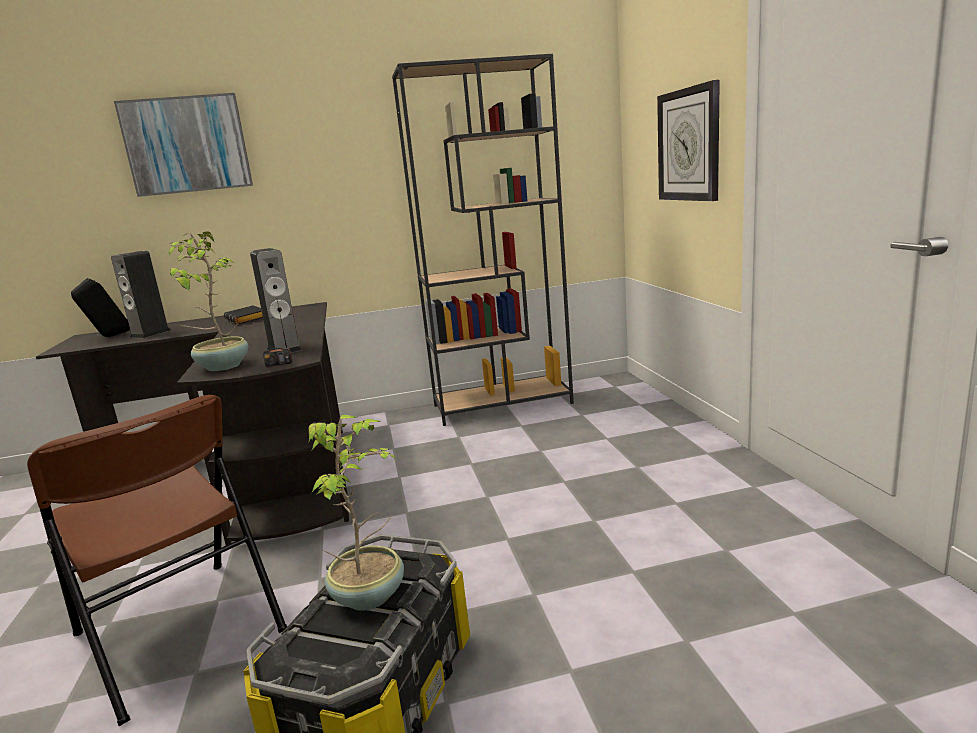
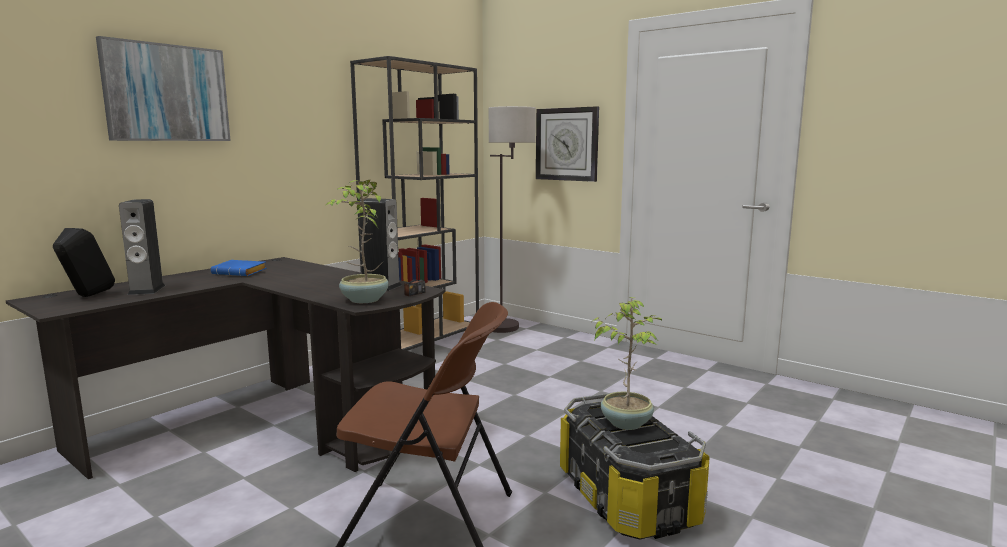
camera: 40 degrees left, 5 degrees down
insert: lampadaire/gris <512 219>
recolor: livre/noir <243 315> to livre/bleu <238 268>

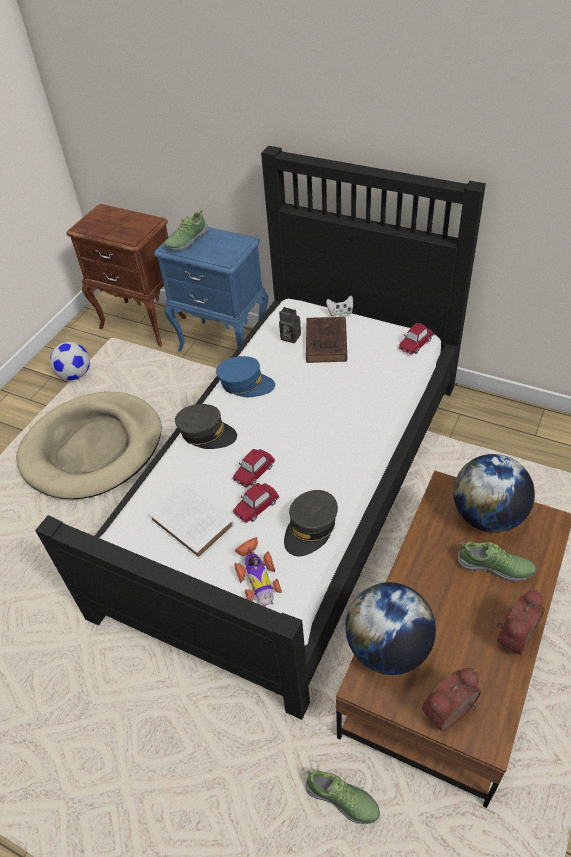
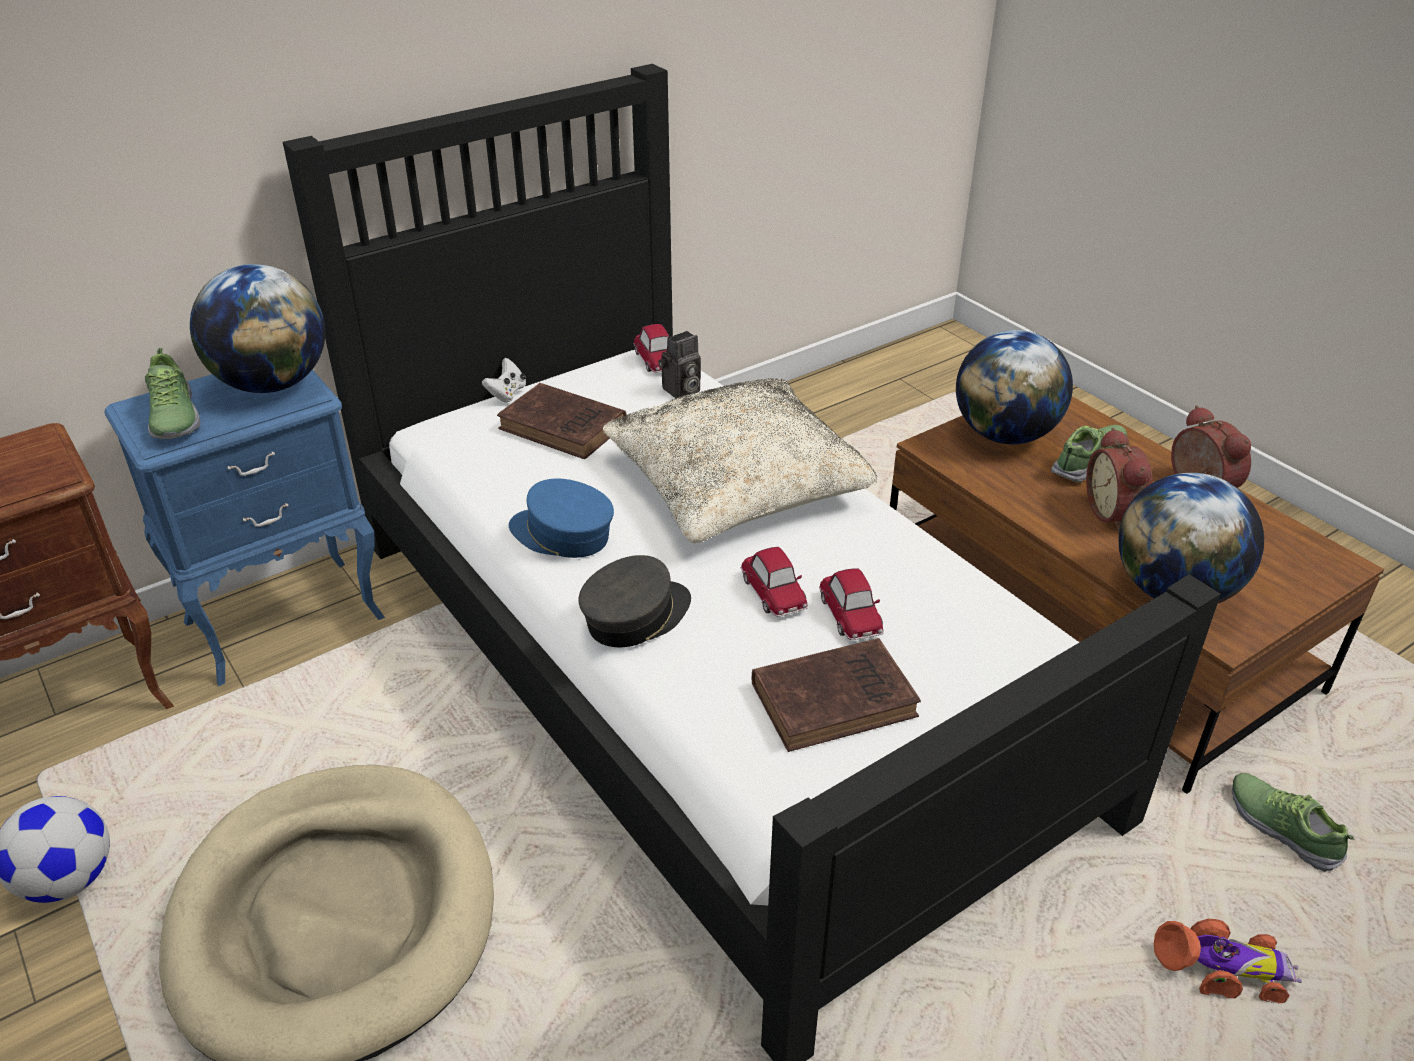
camera: 65 degrees left, 10 degrees down
delete: casquette/gris <311 523>
insert: globe <257 328>; coussin/beige <740 460>
move: appareil photo <290 325> to <679 364>; réveil <451 700> to <1119 479>; petite voiture <258 572> to <1228 961>
recolor: livre/blanc <191 522> to livre/marron <836 695>
rotate: casquette/bleu <245 376> = <561 518> 105 degrees counterclockwise; chaussure <343 797> = <1293 822> 90 degrees counterclockwise

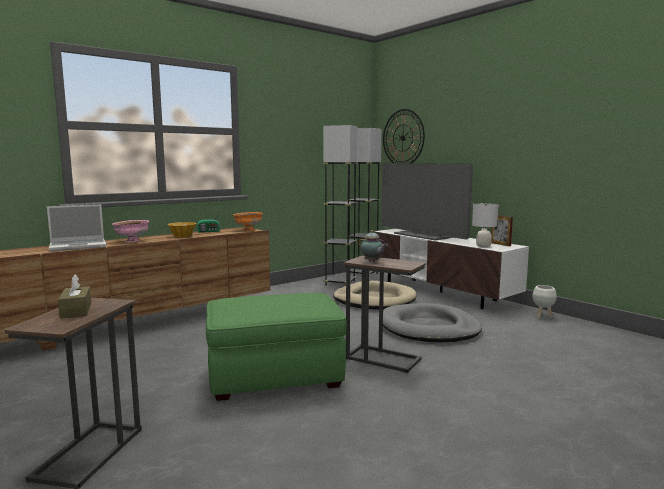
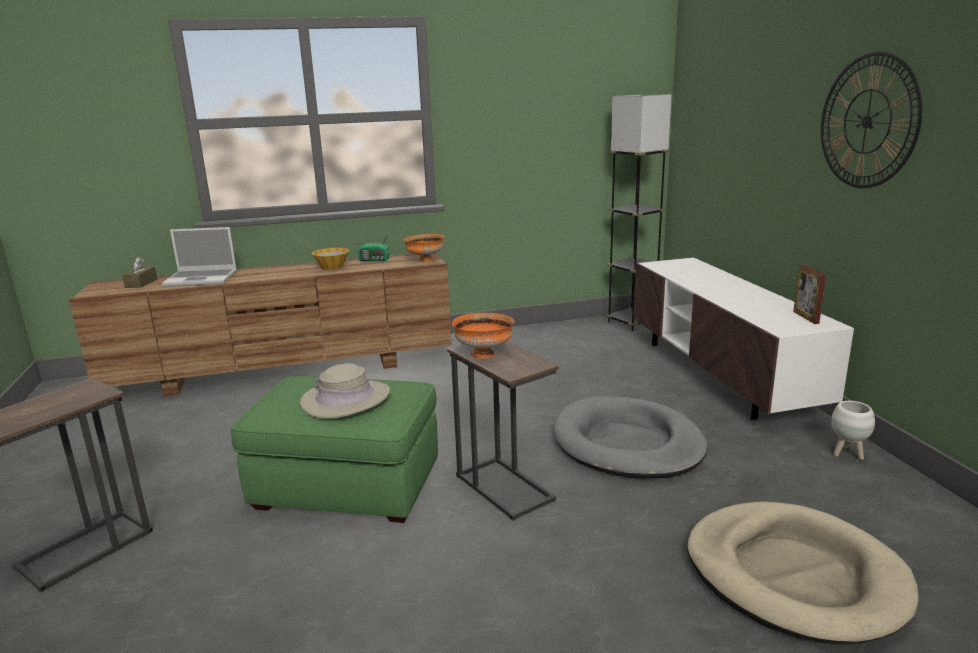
camera: 25 degrees right, 10 degrees up
delete: bol/rose <130 231>; lampadaire/gris <340 205>; téléviseur <427 201>; lampe de table/gris <485 225>
insert: chapeau/beige <345 391>
move: boîte à mouchoirs/marron <74 296> to <139 272>; panier pour chien/beige <375 295> to <803 573>; horloge murale <404 136> to <872 120>
replace: théière <373 246> to bol/orange <483 336>

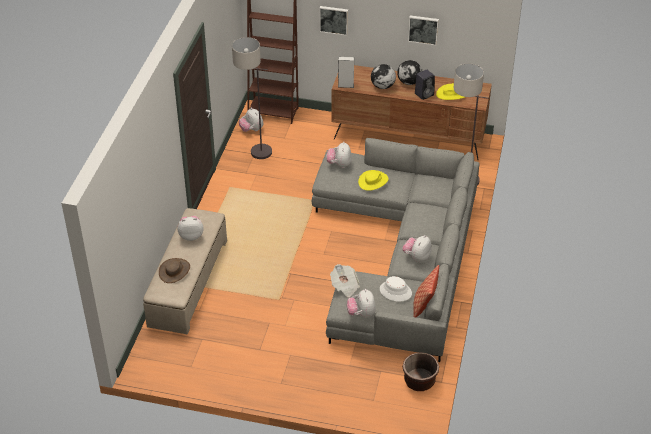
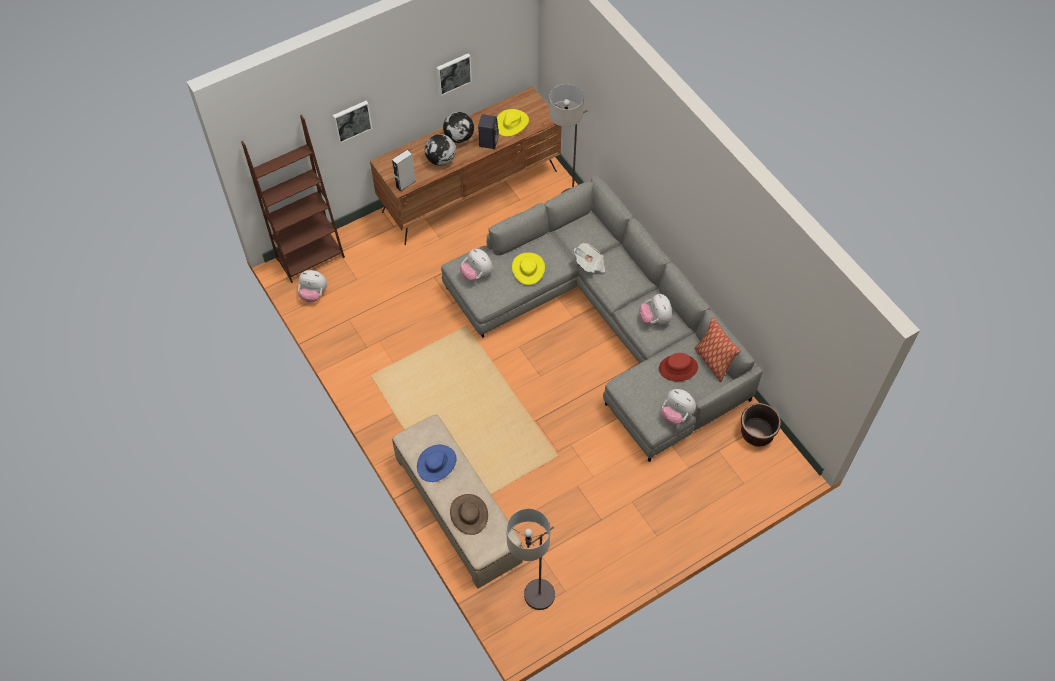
camera: 45 degrees left, 15 degrees up
move: lampadaire/gris <252 98> to <530 559>; journal <345 280> to <589 258>
replace: peluche <190 228> to chapeau/bleu <437 463>
recolor: chapeau/blanc <396 289> to chapeau/rouge <678 367>

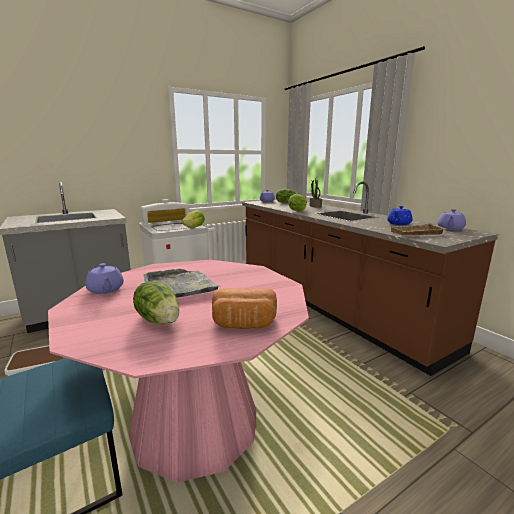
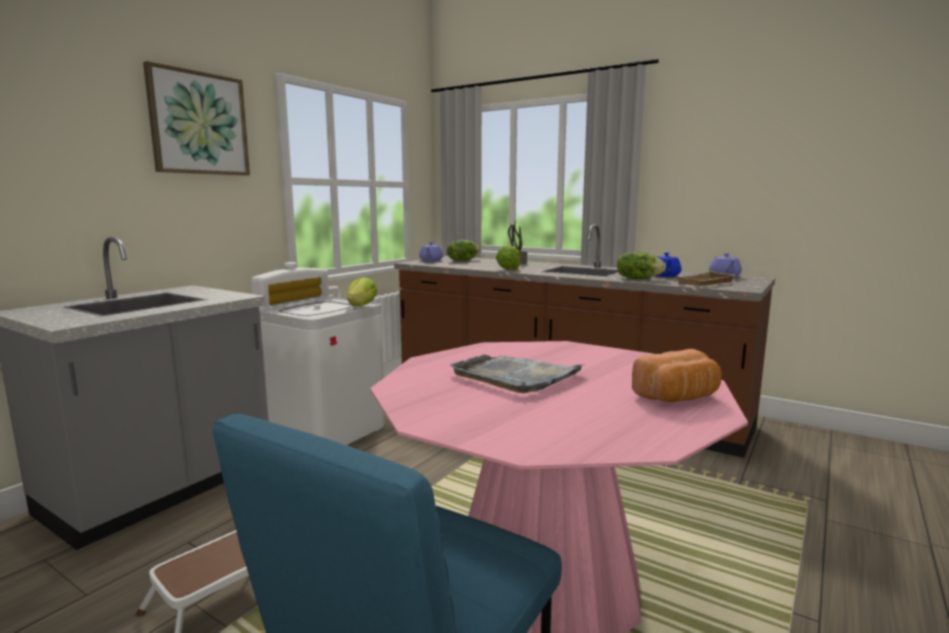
camera: 25 degrees left, 5 degrees down
delete: théière/violet <104 278>
insert: tableau <196 118>
move: laitue <156 302> to <641 265>

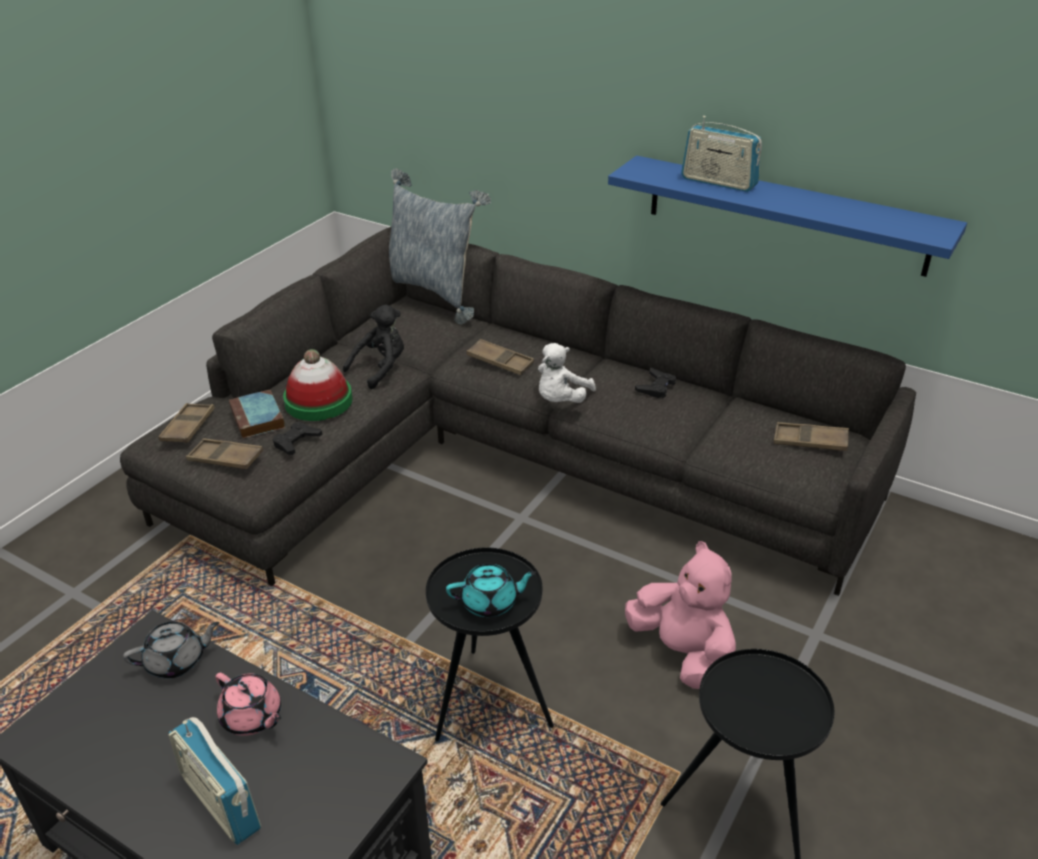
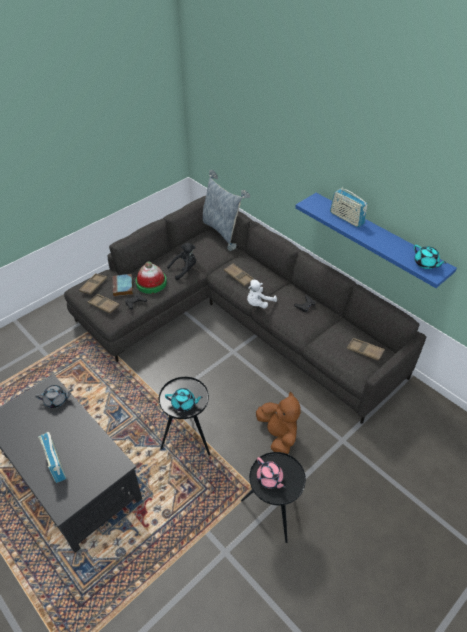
camera: 15 degrees right, 10 degrees up
insert: théière/turquoise <430 257>
move: théière/rose <248 704> to <271 473>
recolor: peluche/rose <680 615> to peluche/marron <278 422>

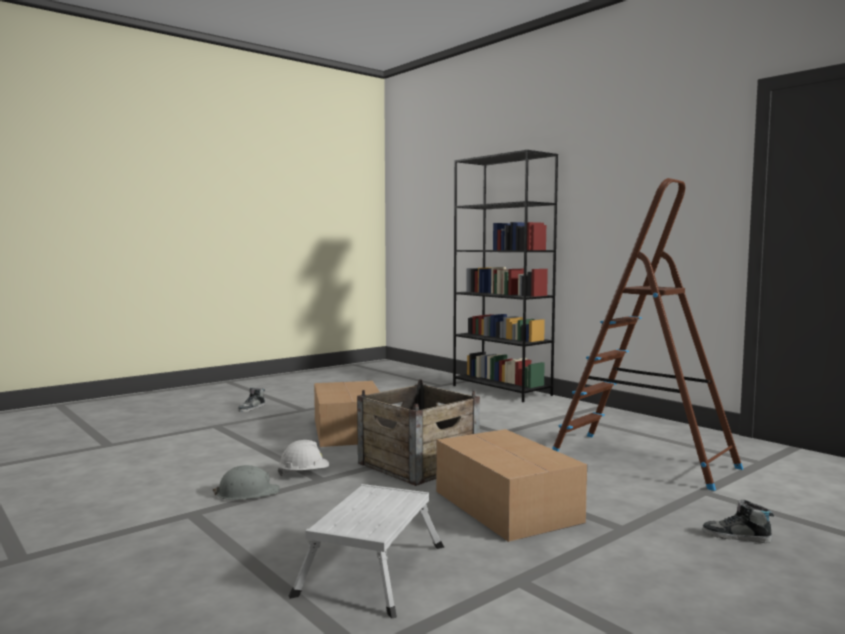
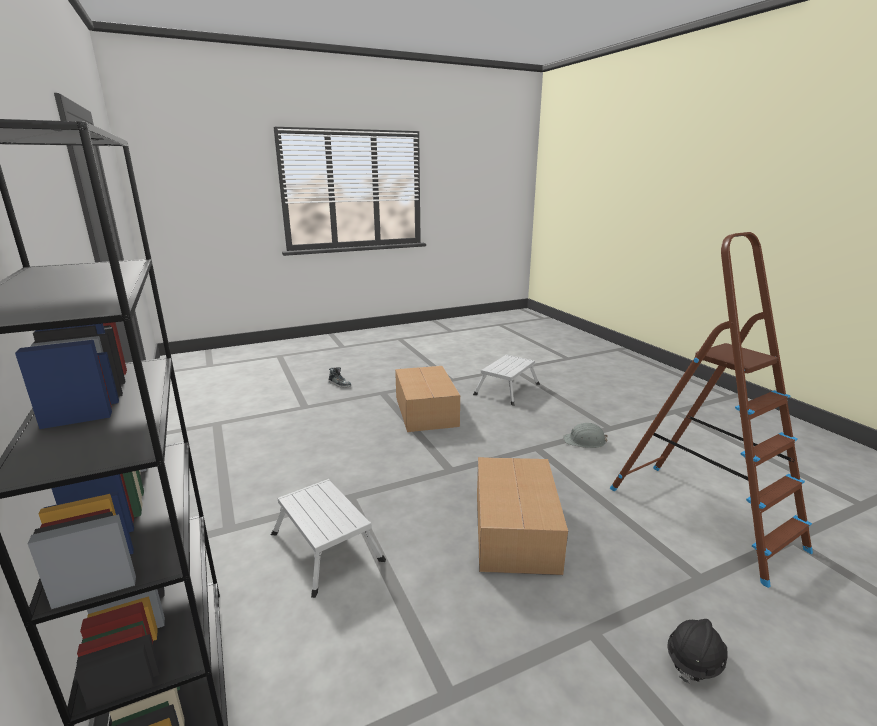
camera: 165 degrees left, 15 degrees up
delete: casque de chantier/blanc <303 458>; caisse <418 432>
insert: escabeau/blanc <328 538>
move: escabeau/marron <647 334> to <711 410>
replace: chaussure <251 400> to casque de chantier/noir <697 651>

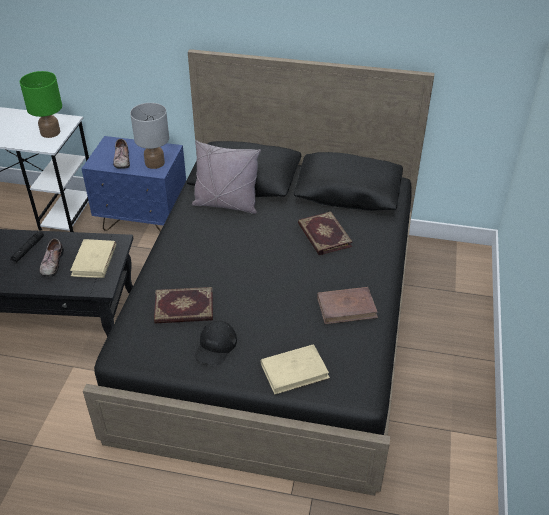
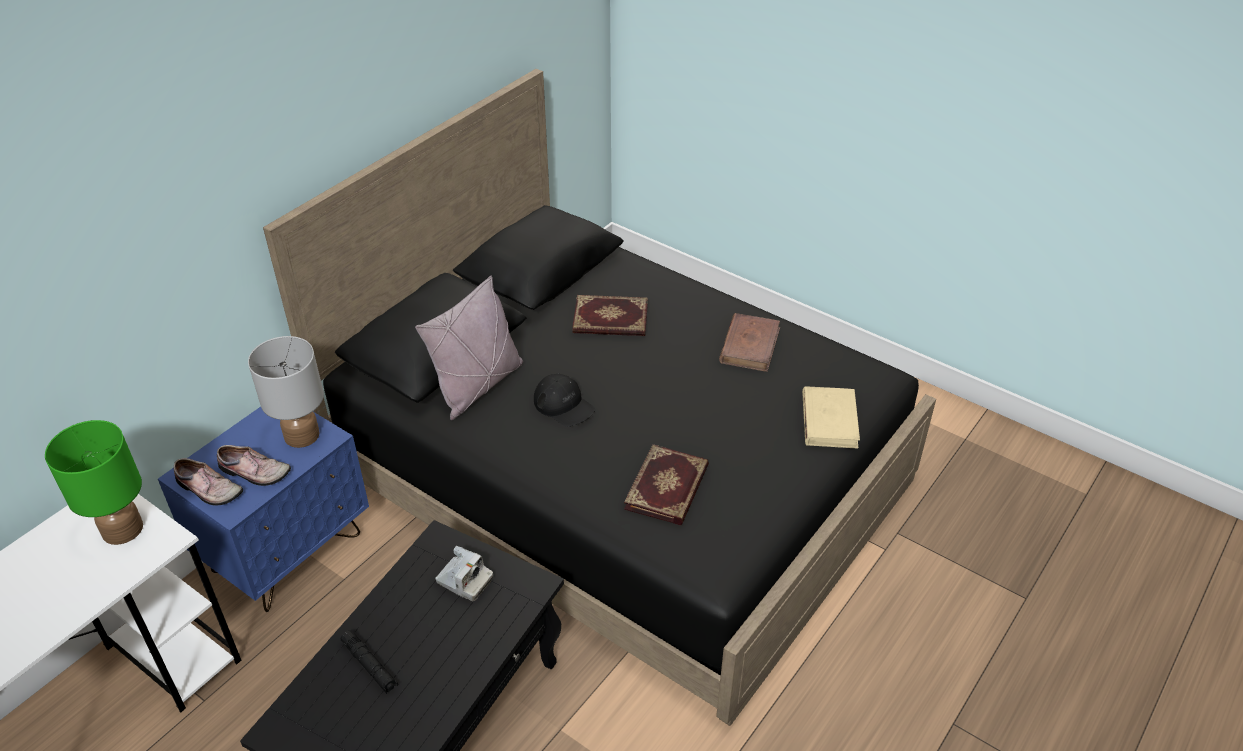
camera: 65 degrees left, 0 degrees up
move: chaussure <51 257> to <208 482>; casquette/noir <215 343> to <564 400>
replace: livre/beige <93 258> to appareil photo <464 573>

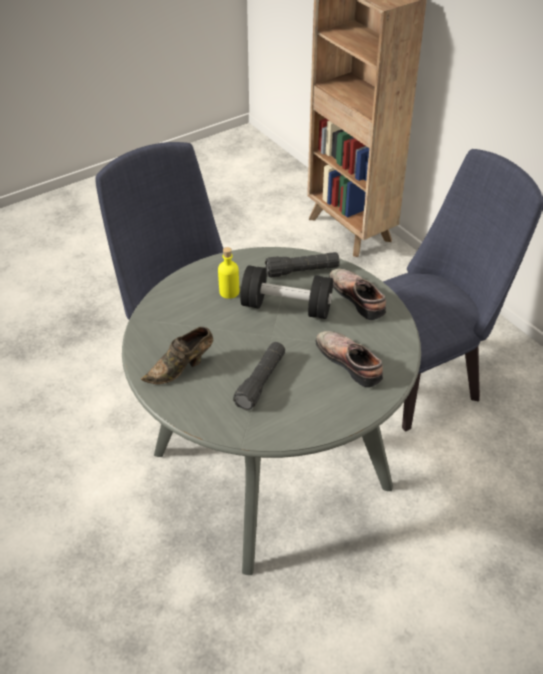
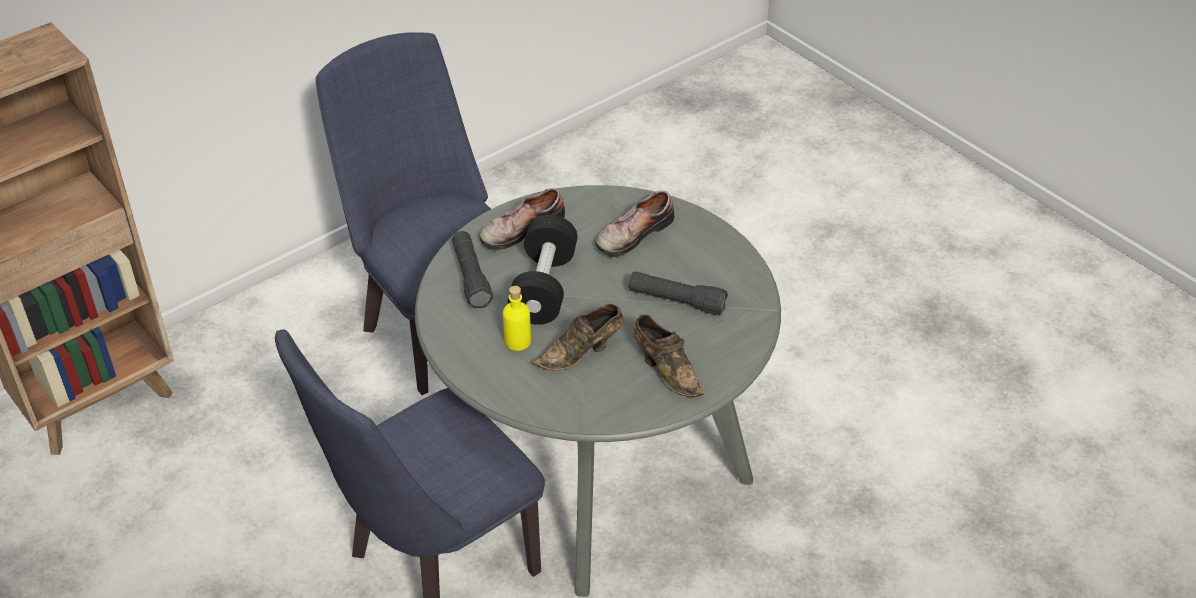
camera: 95 degrees left, 0 degrees up
insert: chaussure/marron <578 337>

